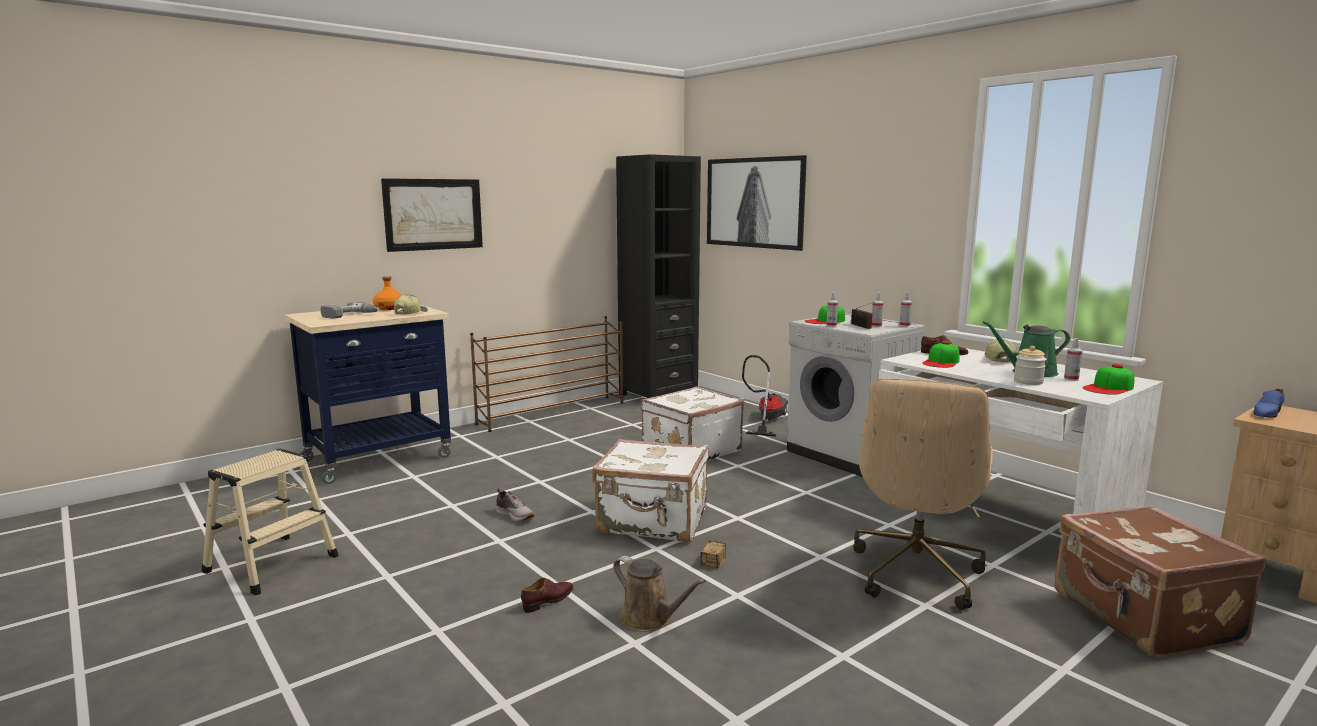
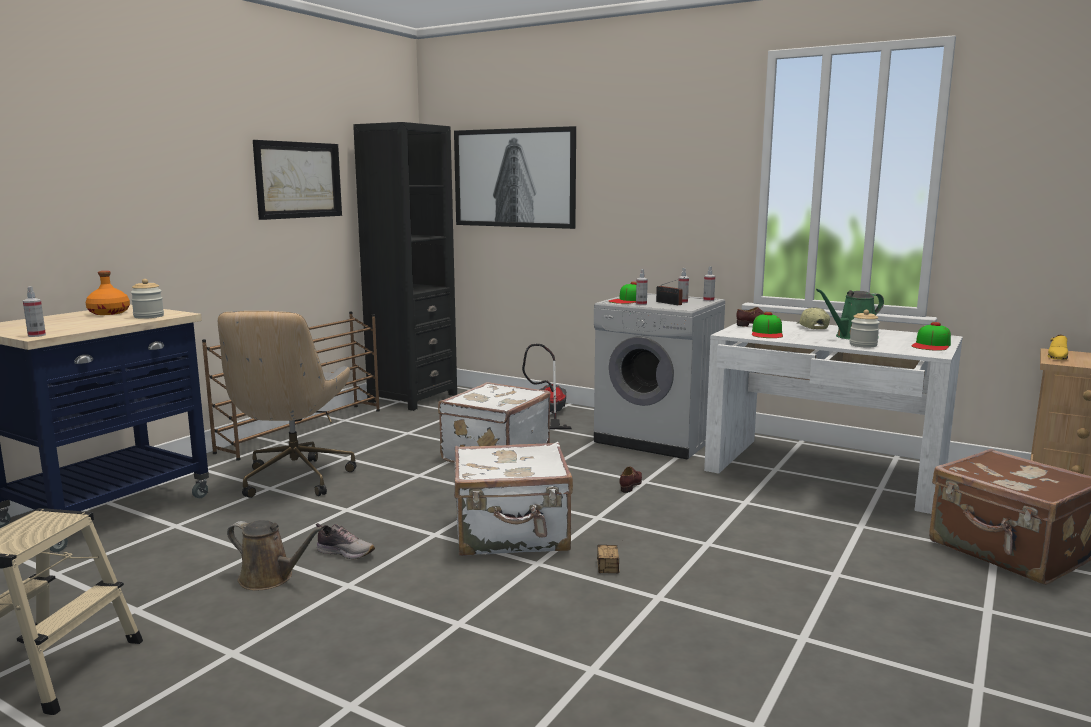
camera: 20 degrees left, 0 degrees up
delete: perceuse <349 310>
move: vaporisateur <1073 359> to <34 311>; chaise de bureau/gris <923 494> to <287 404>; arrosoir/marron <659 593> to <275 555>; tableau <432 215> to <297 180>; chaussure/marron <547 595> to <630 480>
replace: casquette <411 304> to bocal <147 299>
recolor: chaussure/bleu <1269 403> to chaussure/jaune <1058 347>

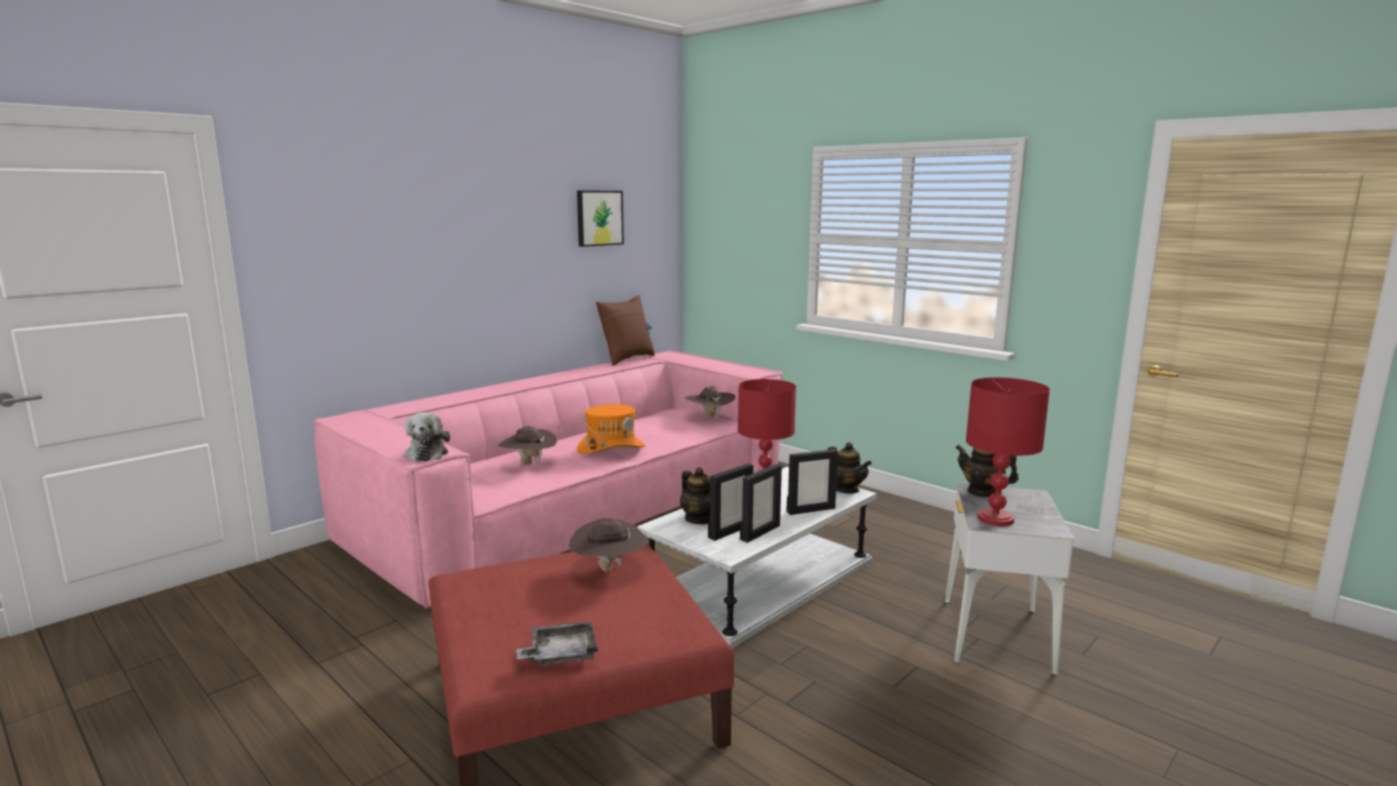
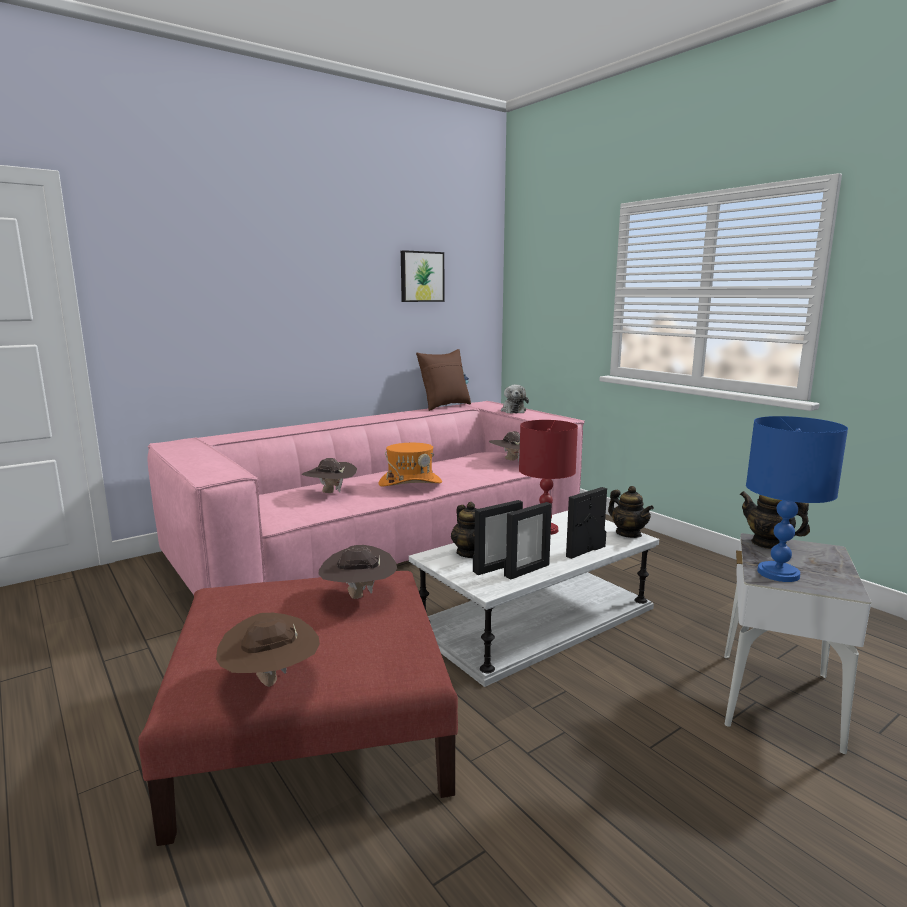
camera: 10 degrees right, 0 degrees up
move: peluche <427 437> to <515 399>
replace: plateau/gris <557 644> to chapeau/marron <268 650>
recolor: lampe de table/rouge <1008 451> to lampe de table/bleu <797 499>
rotate: cadre photo <812 482> = <586 523> 150 degrees clockwise

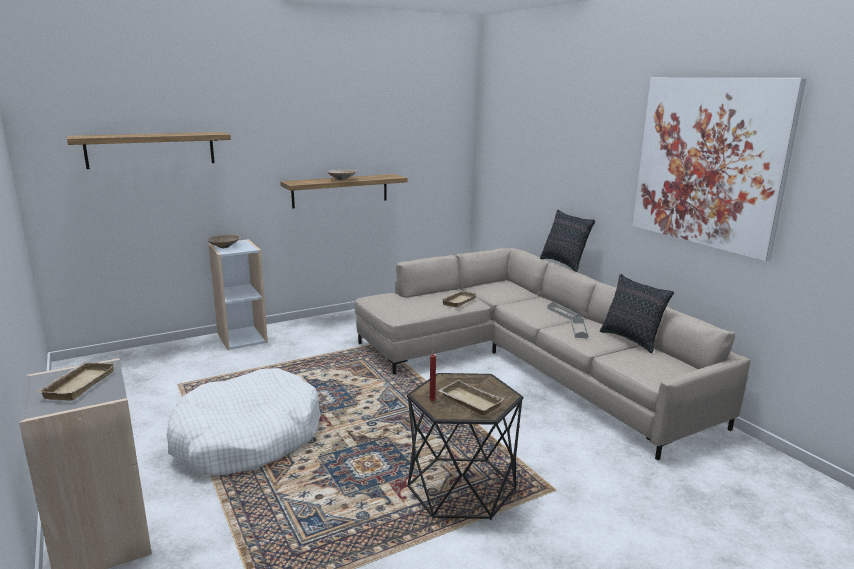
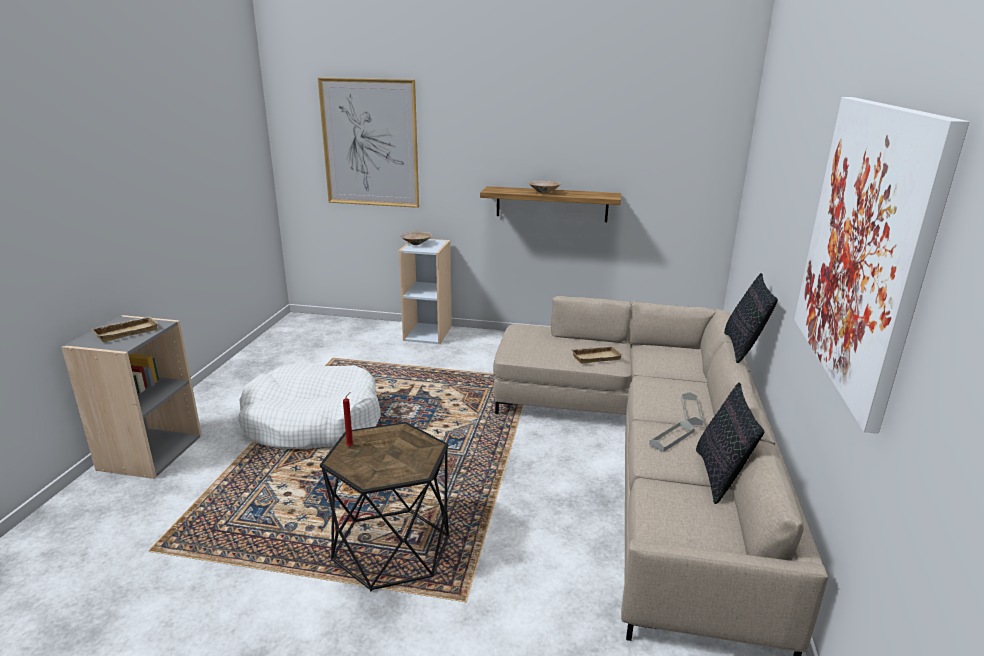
camera: 40 degrees right, 5 degrees up
delete: plateau/beige <471 398>
replace: étagère <149 150> to tableau <368 142>

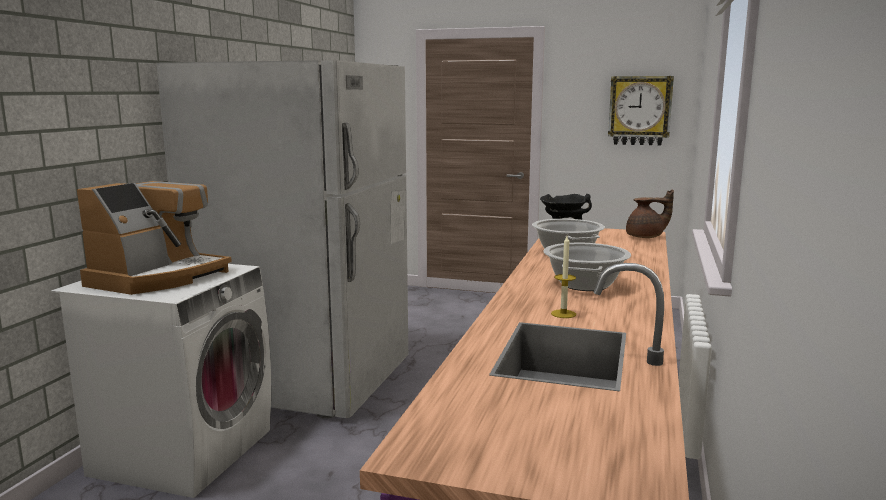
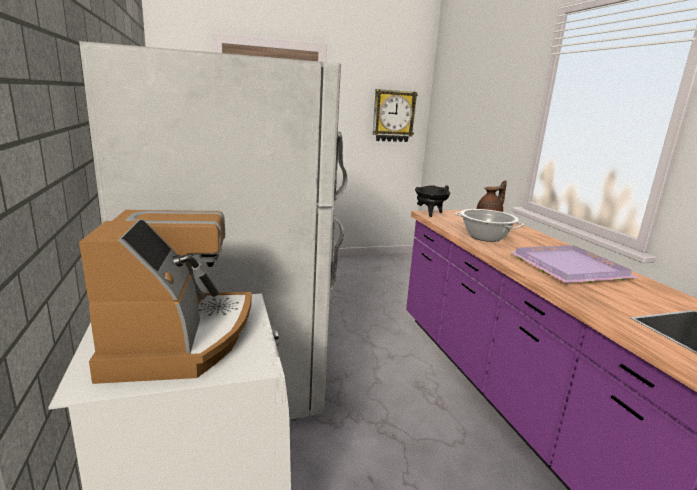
camera: 35 degrees left, 5 degrees up
delete: bougie <563 277>
replace: marmite <587 267> to plateau/violet <574 264>

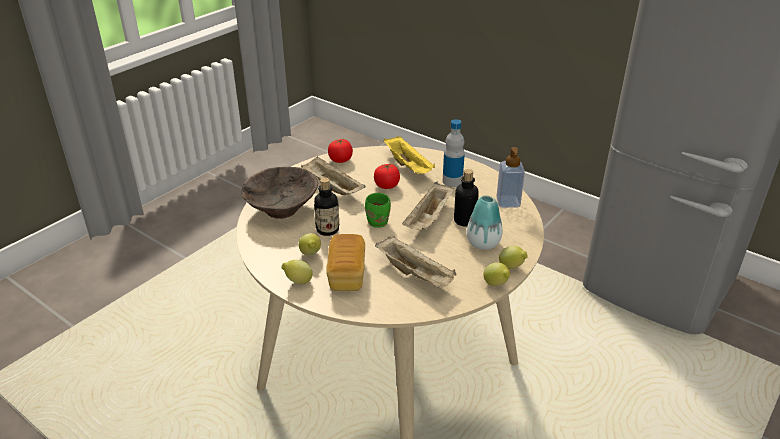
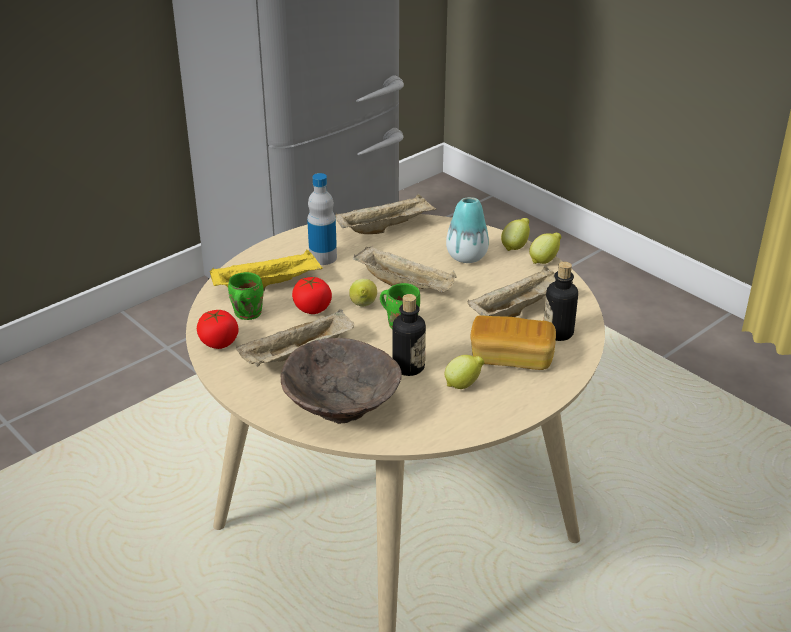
camera: 80 degrees left, 0 degrees up
insert: mug/vert <246 296>
move: citron <297 272> to <363 292>; bouteille <466 198> to <561 301>
replace: distributeur de savon <510 177> to plateau/beige <386 214>

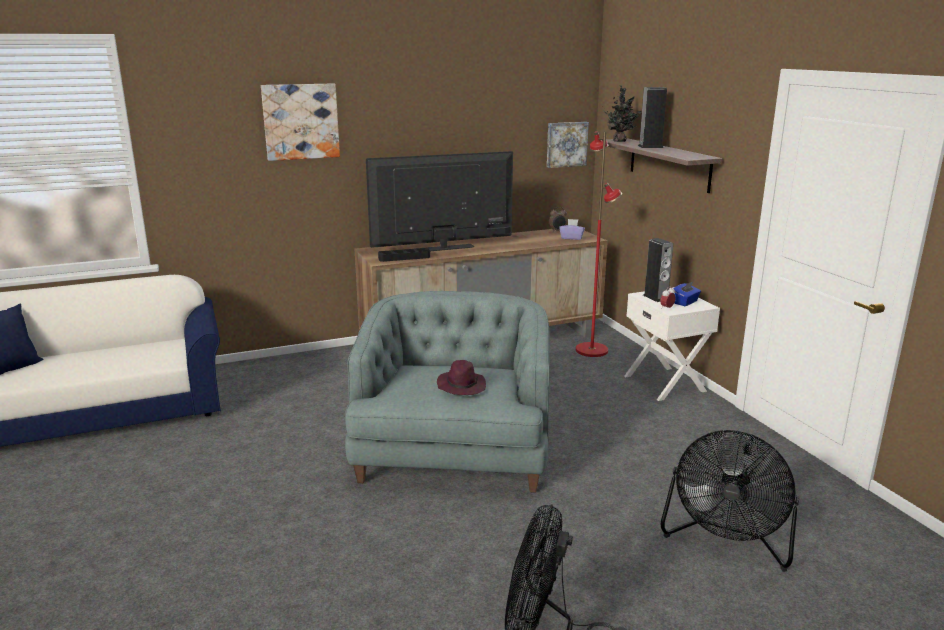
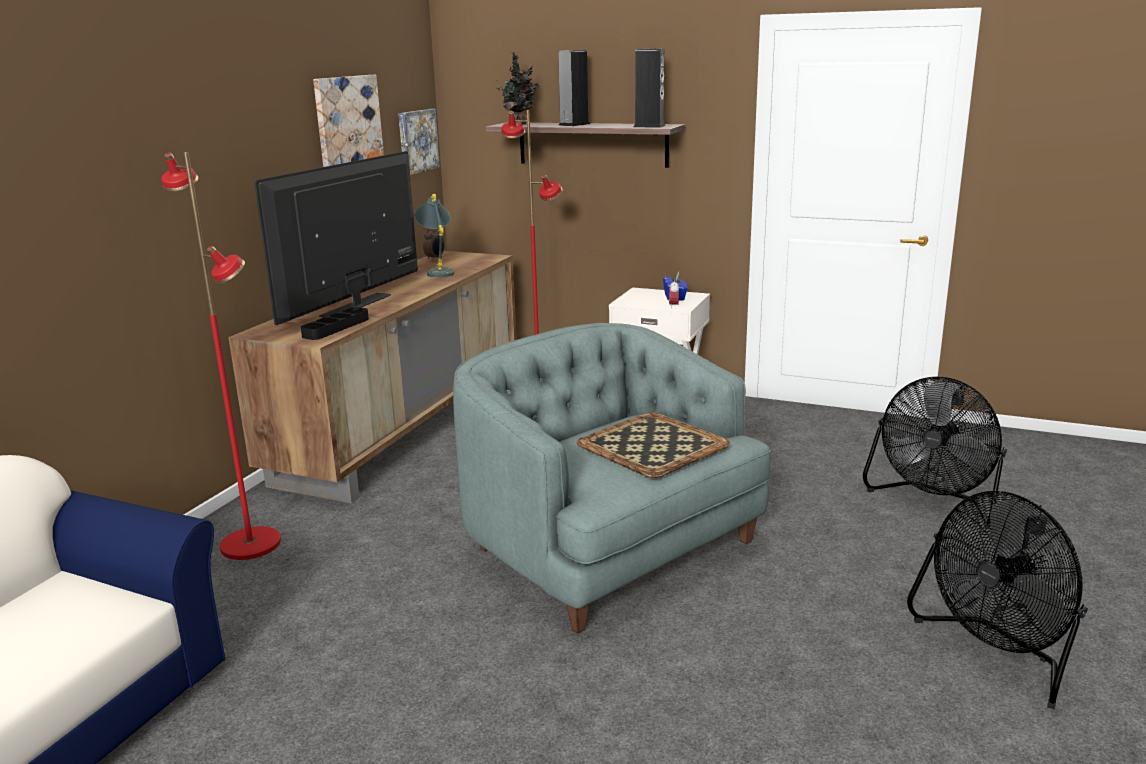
camera: 45 degrees left, 0 degrees up
delete: boîte à mouchoirs/violet <572 229>
insert: lampadaire/rouge <221 356>; lampe de table/gris <434 236>
move: tableau <300 122> to <348 121>; enceinte <658 270> to <650 87>
replace: chapeau/violet <461 377> to plateau <653 445>
rotate: ventilateur/noir <730 501> = <935 452> 60 degrees clockwise

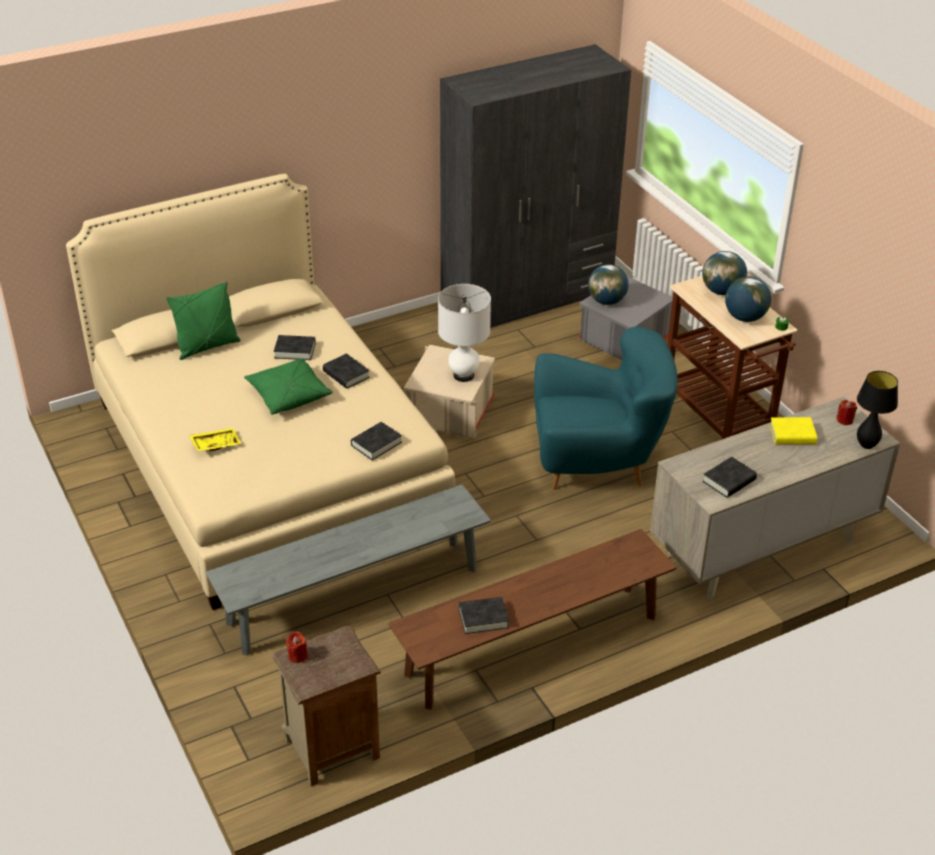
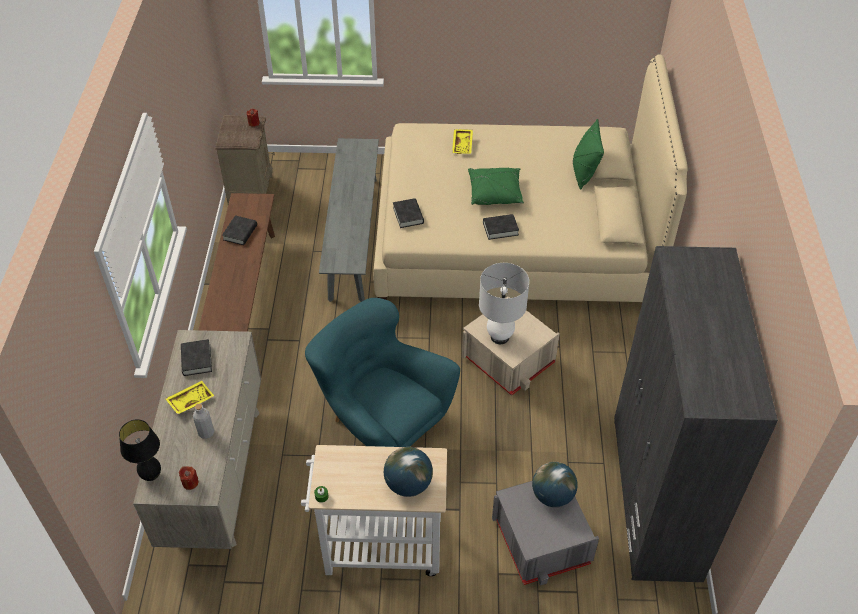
camera: 120 degrees right, 10 degrees up
delete: livre/noir <295 347>; globe <748 299>
insert: plateau/jaune <189 398>
replace: livre/jaune <793 430> to bouteille/gris <203 421>
recolor: chariot/marron <732 357> to chariot/blanc <374 510>
rotate: fauteuil/turquoise <606 408> = <382 372> 105 degrees clockwise

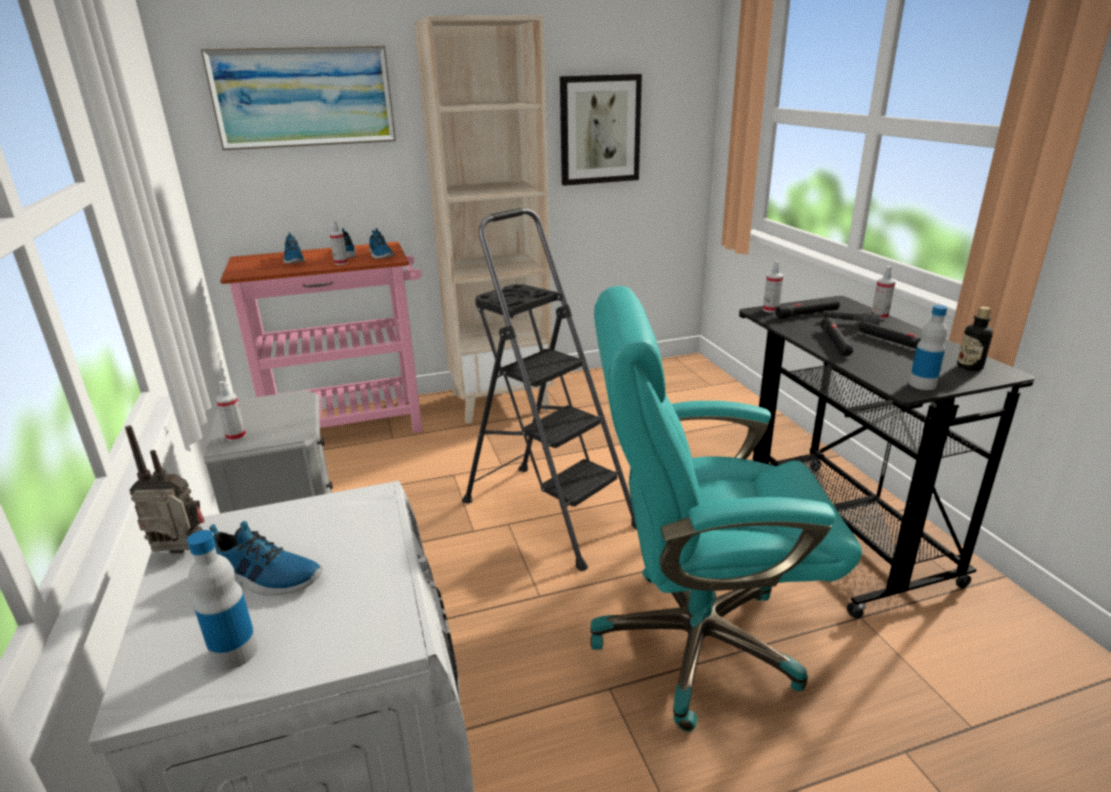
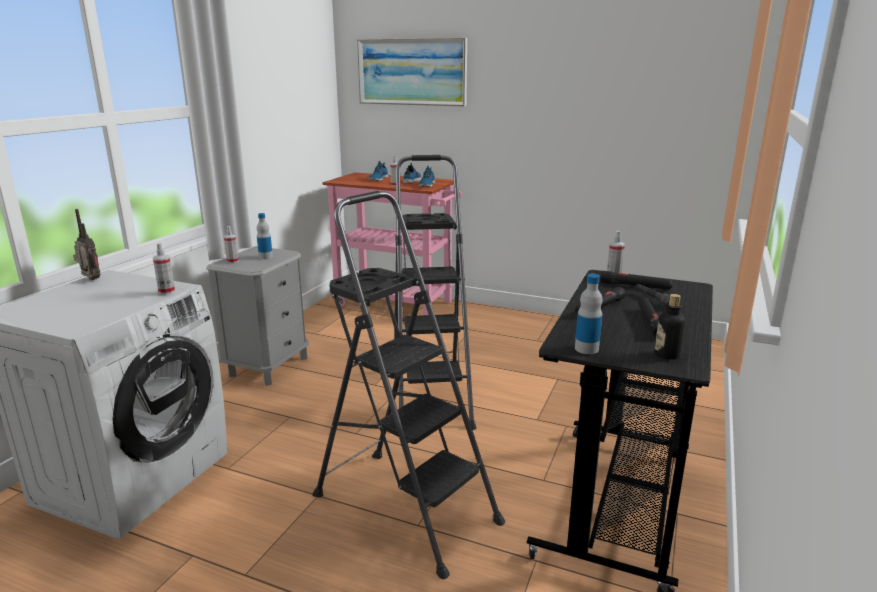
camera: 40 degrees right, 5 degrees down
delete: chaussure <266 558>; bibliothèque/beige <483 219>; tableau <601 130>
move: vaporisateur <884 293> to <164 268>; bouteille <222 600> to <265 236>
replace: chaise de bureau/turquoise <726 509> to escabeau <408 385>

